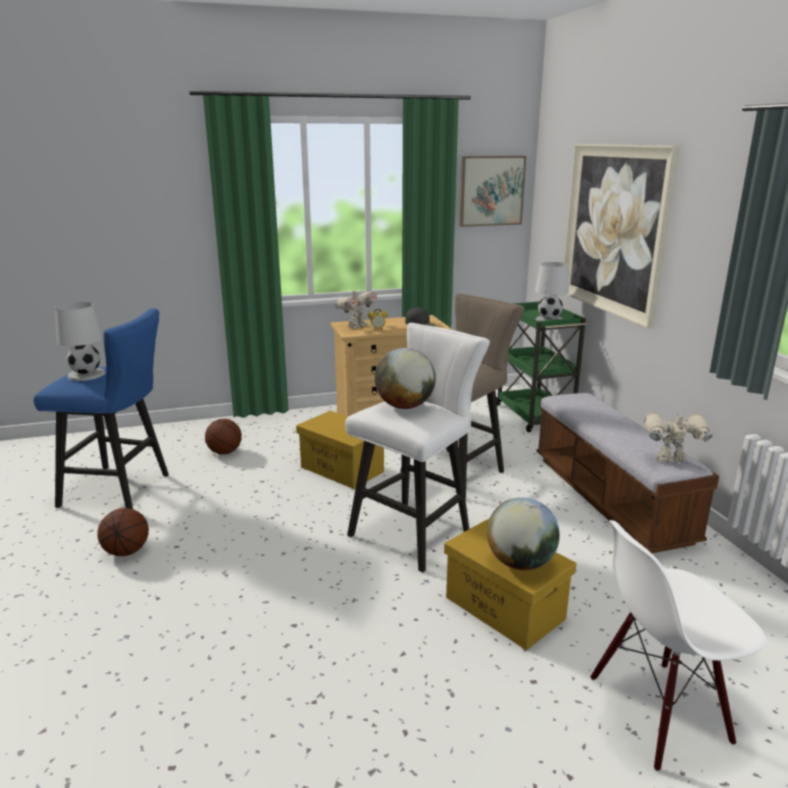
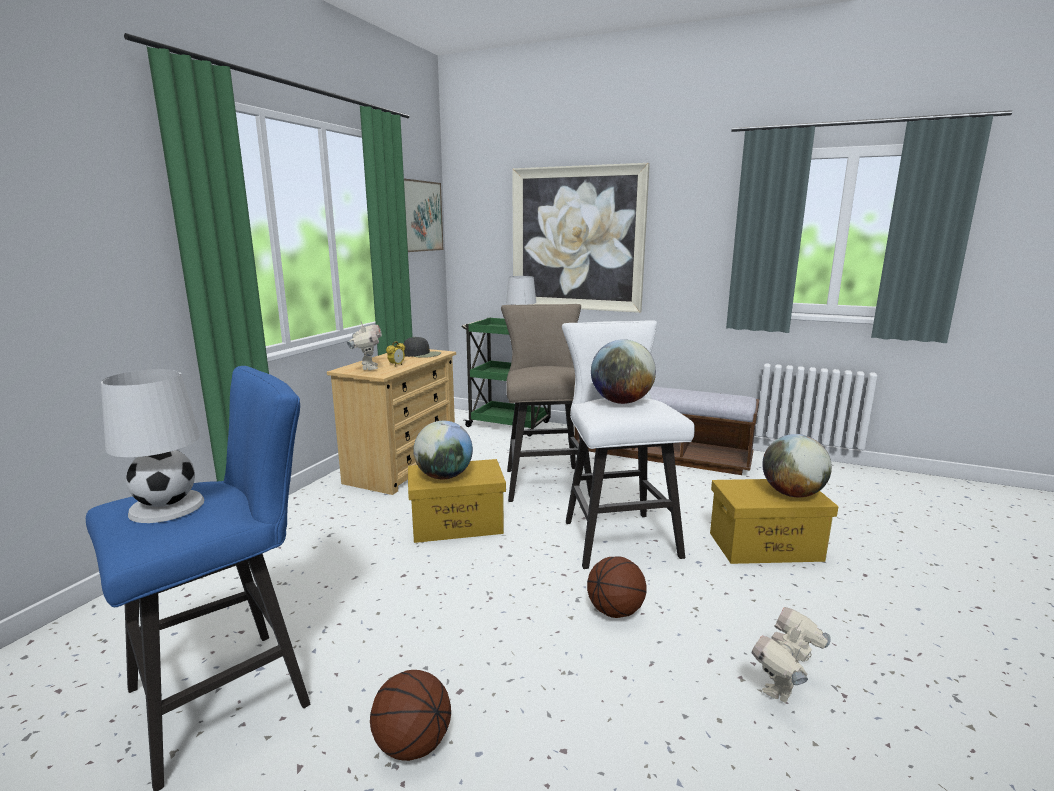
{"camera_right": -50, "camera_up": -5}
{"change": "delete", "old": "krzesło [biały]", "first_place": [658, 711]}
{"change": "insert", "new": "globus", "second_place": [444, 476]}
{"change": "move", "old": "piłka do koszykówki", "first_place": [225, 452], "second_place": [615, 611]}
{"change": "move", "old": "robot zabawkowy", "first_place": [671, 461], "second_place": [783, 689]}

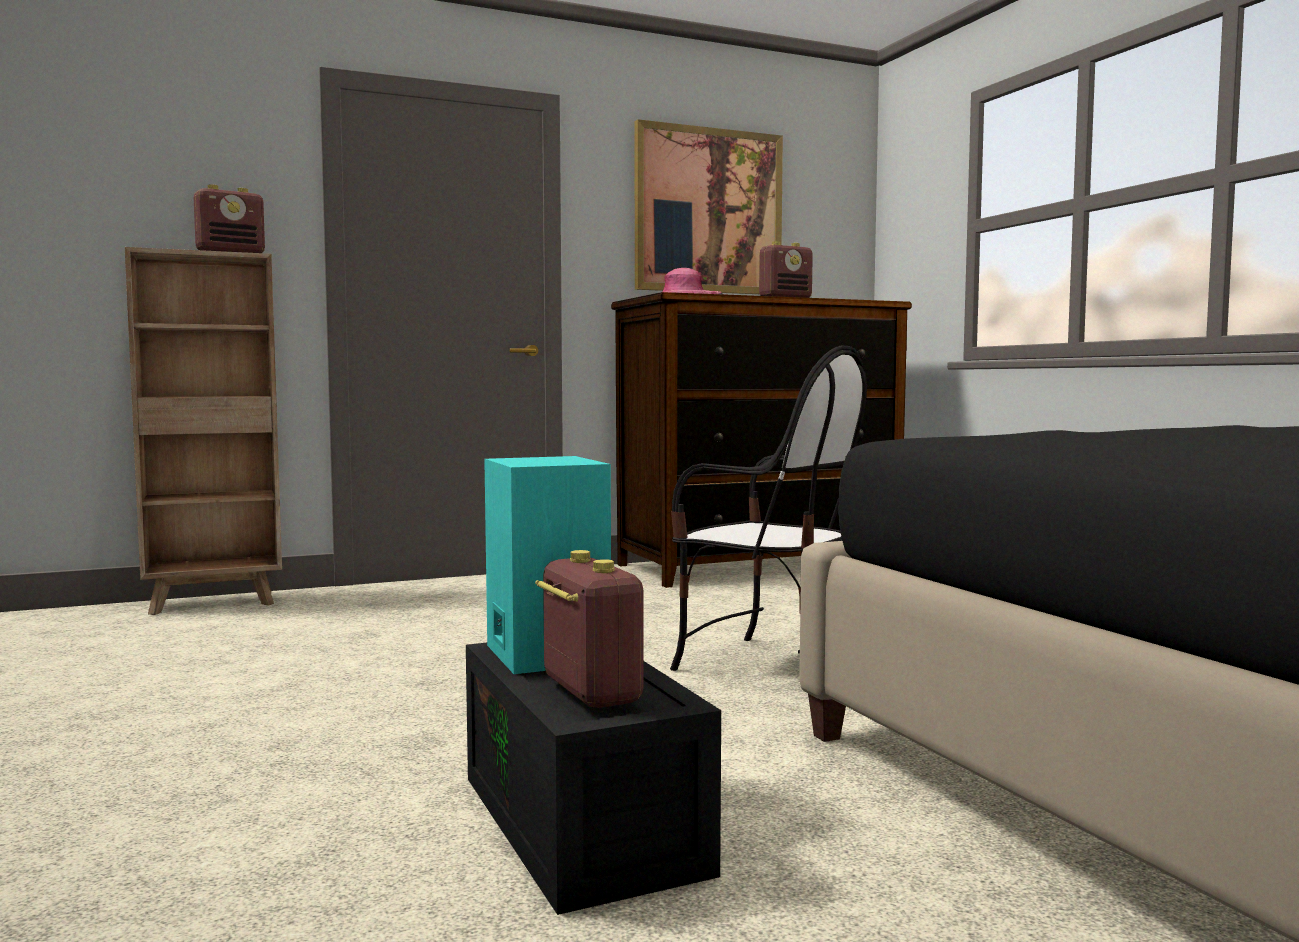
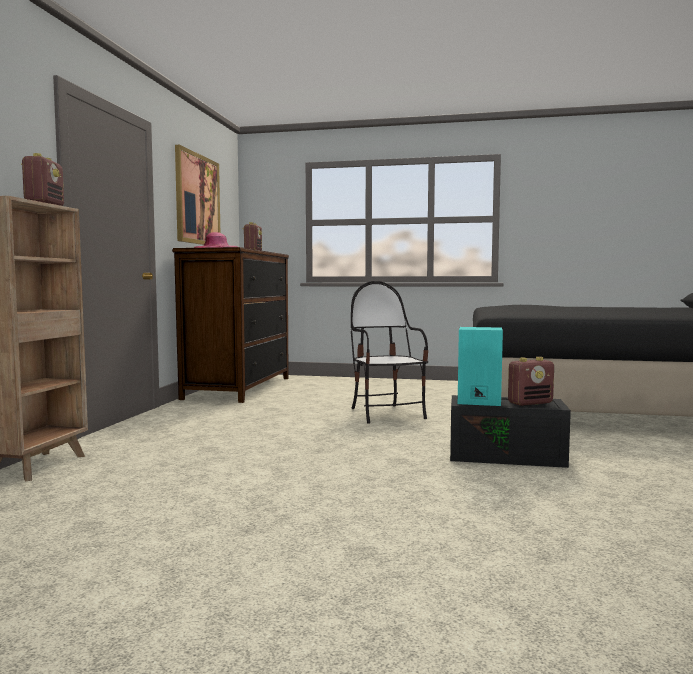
{"camera_right": -55, "camera_up": 0}
{"change": "rotate", "old": "radio", "first_place": [590, 691], "second_place": [530, 403], "degrees": 150}
{"change": "rotate", "old": "krzesło", "first_place": [770, 666], "second_place": [386, 414], "degrees": -90}

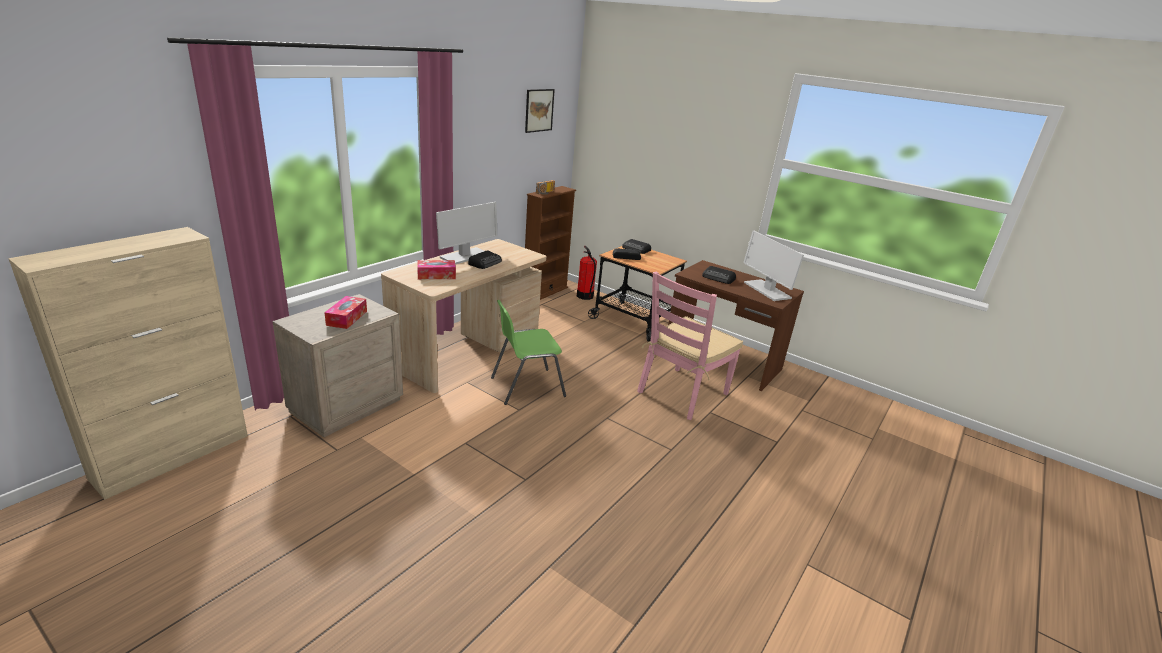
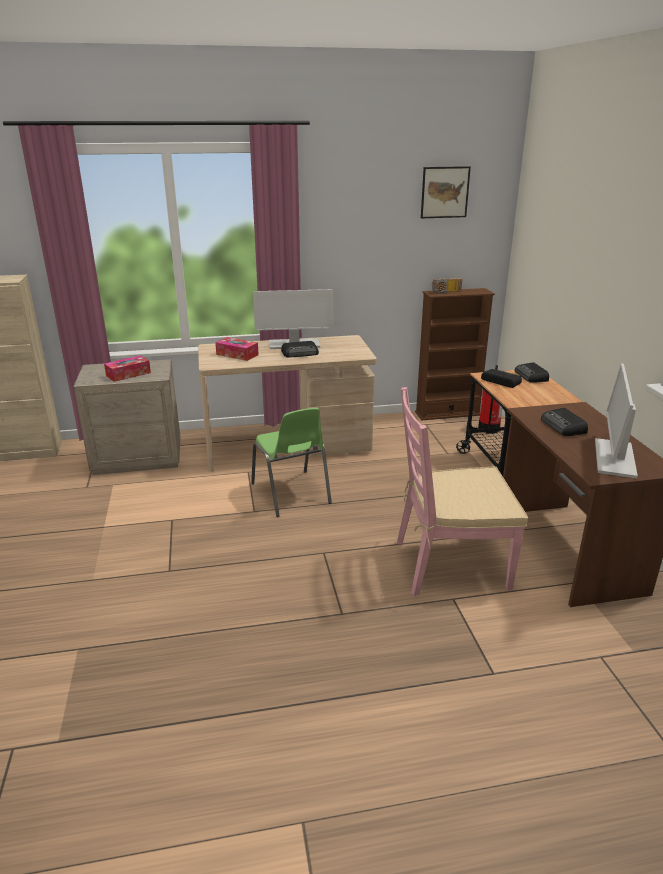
{"camera_right": 45, "camera_up": 0}
{"change": "rotate", "old": "krzesło [zielony]", "first_place": [526, 386], "second_place": [291, 494], "degrees": -135}

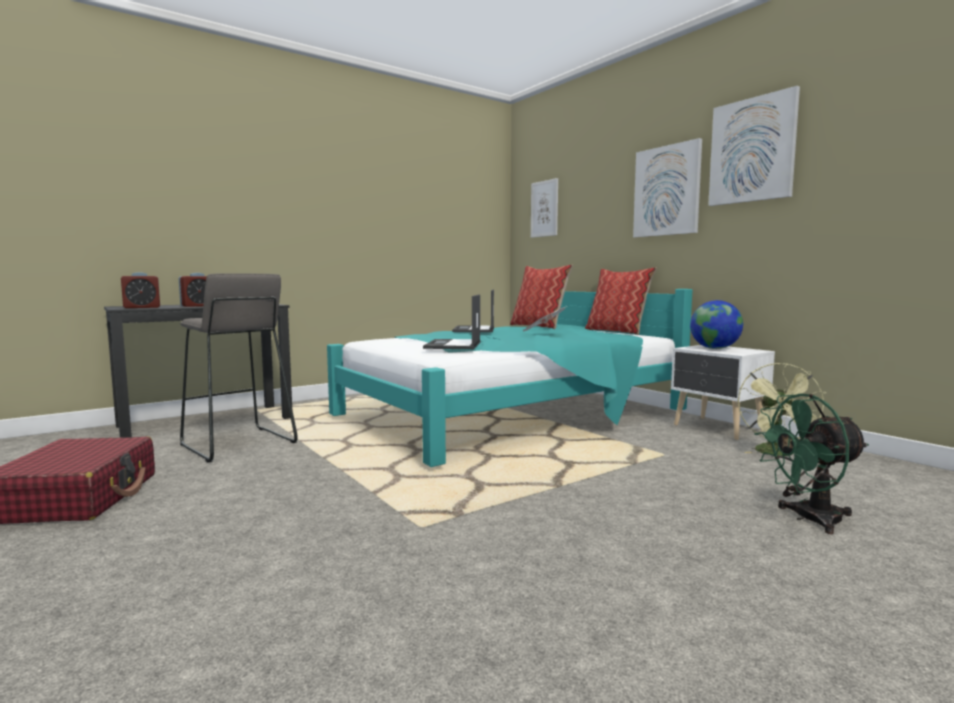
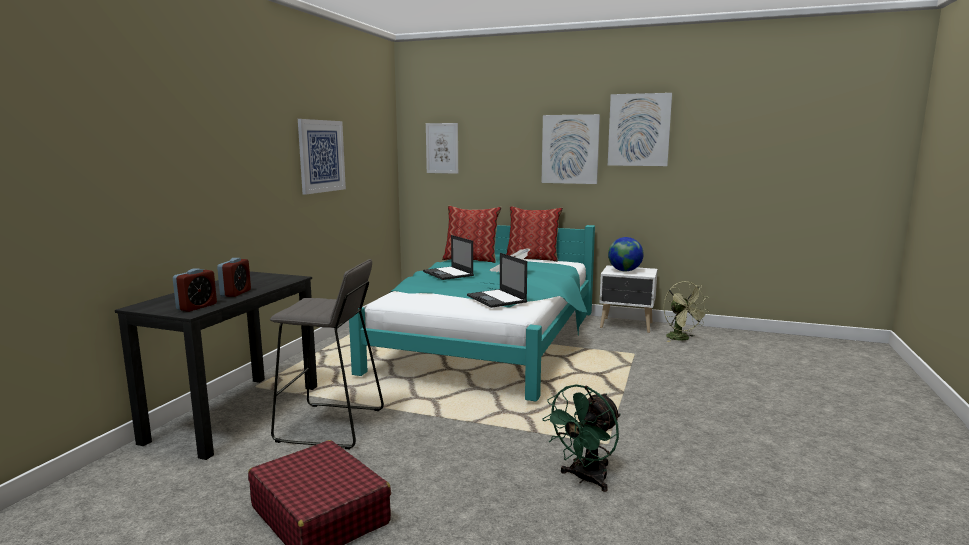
{"camera_right": -35, "camera_up": 5}
{"change": "insert", "new": "obraz", "second_place": [321, 156]}
{"change": "move", "old": "wentylator [zielony]", "first_place": [808, 519], "second_place": [585, 479]}

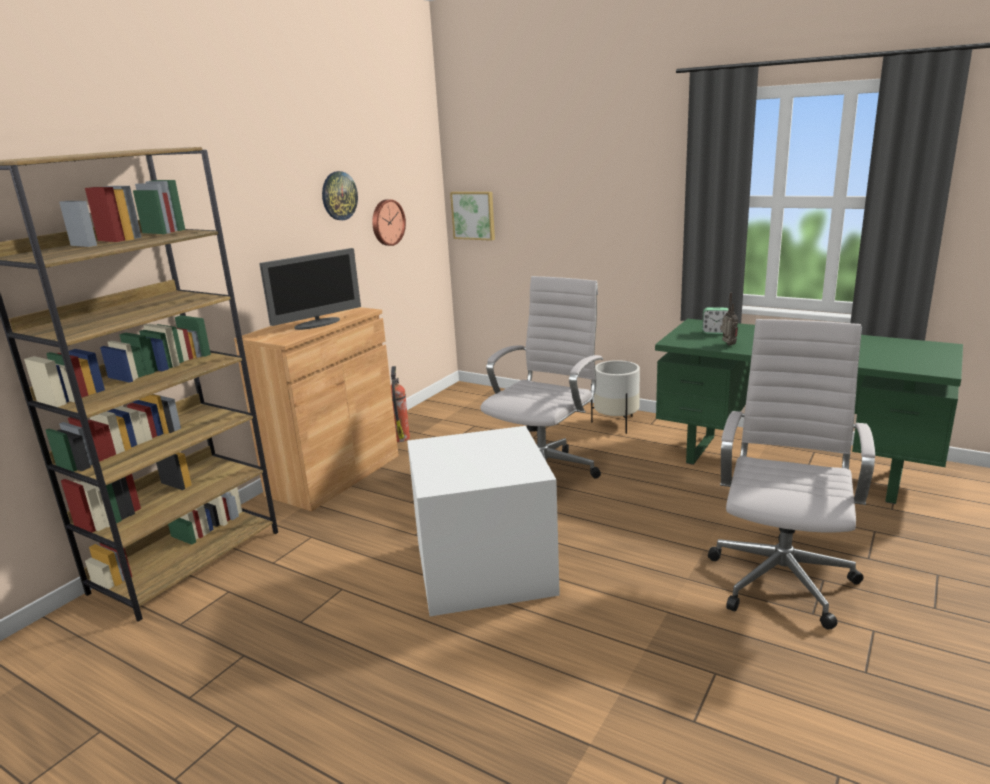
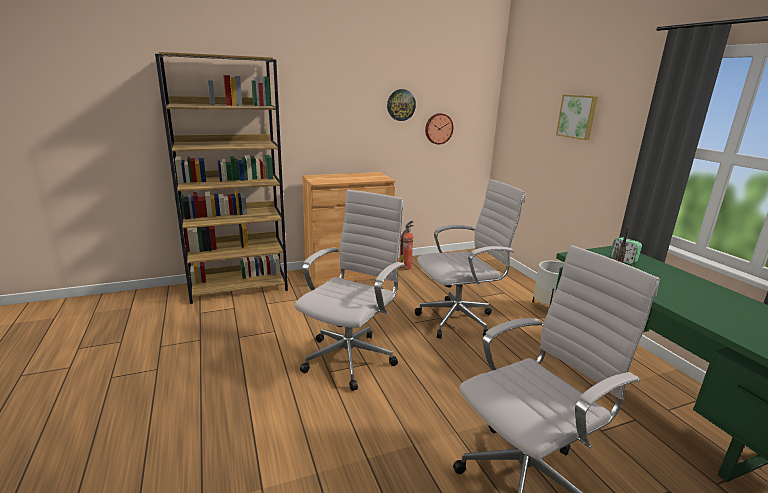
{"camera_right": 35, "camera_up": 0}
{"change": "delete", "old": "monitor", "first_place": [318, 324]}
{"change": "move", "old": "obraz", "first_place": [474, 215], "second_place": [577, 116]}
{"change": "replace", "old": "pojemnik do przechowywania [biały]", "new": "krzesło biurowe [biały]", "first_place": [486, 567], "second_place": [351, 356]}

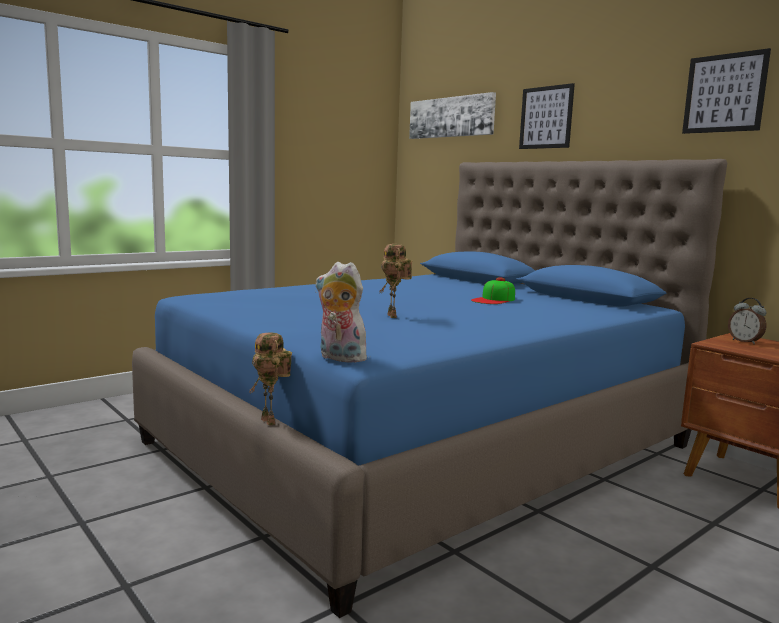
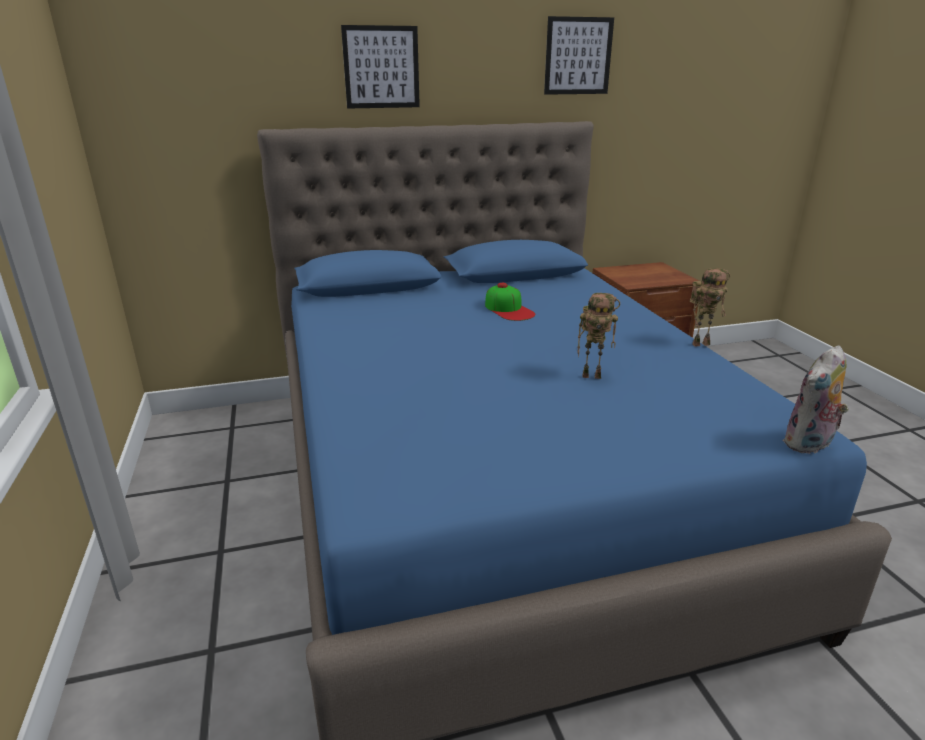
{"camera_right": -65, "camera_up": 15}
{"change": "delete", "old": "obraz", "first_place": [451, 117]}
{"change": "delete", "old": "budzik", "first_place": [745, 341]}
{"change": "move", "old": "robot zabawkowy", "first_place": [271, 421], "second_place": [701, 343]}

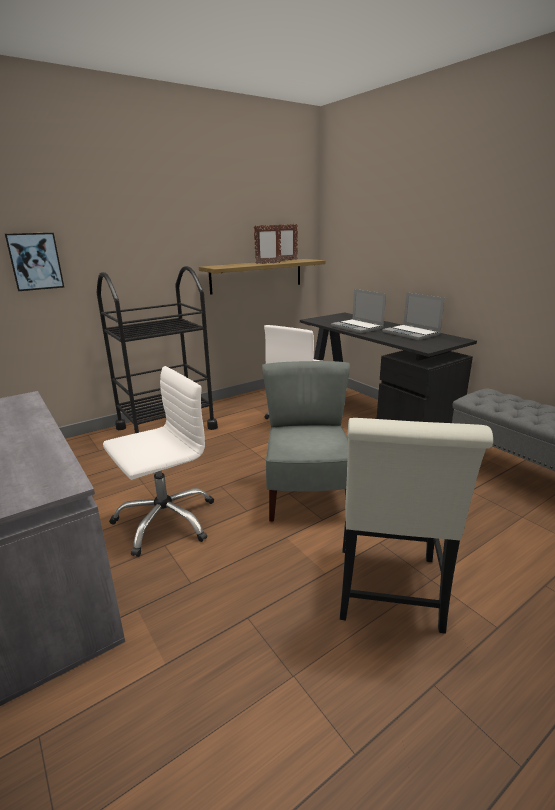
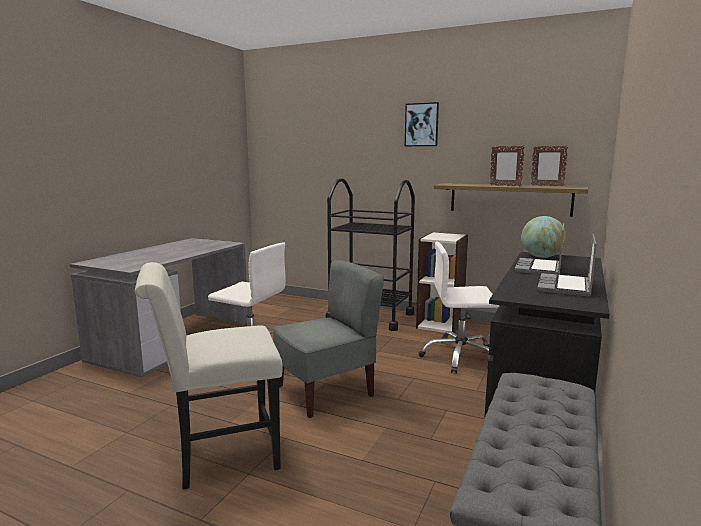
{"camera_right": 60, "camera_up": -10}
{"change": "insert", "new": "regał", "second_place": [440, 324]}
{"change": "insert", "new": "globus", "second_place": [541, 257]}
{"change": "move", "old": "obraz", "first_place": [35, 261], "second_place": [421, 125]}

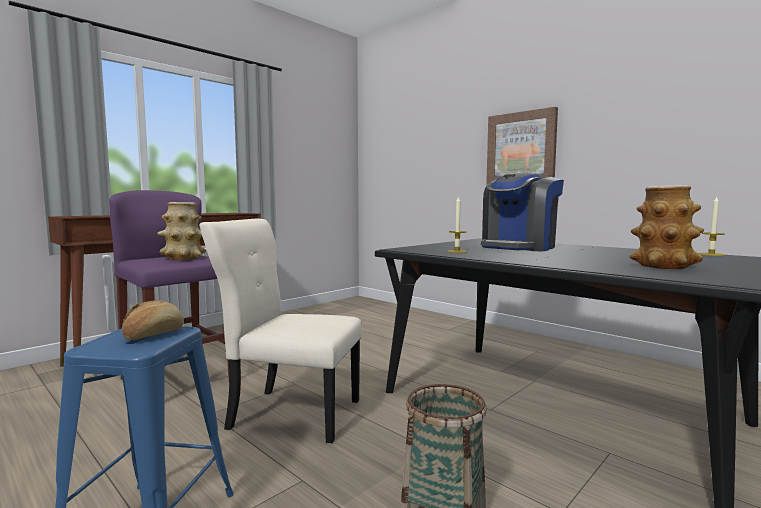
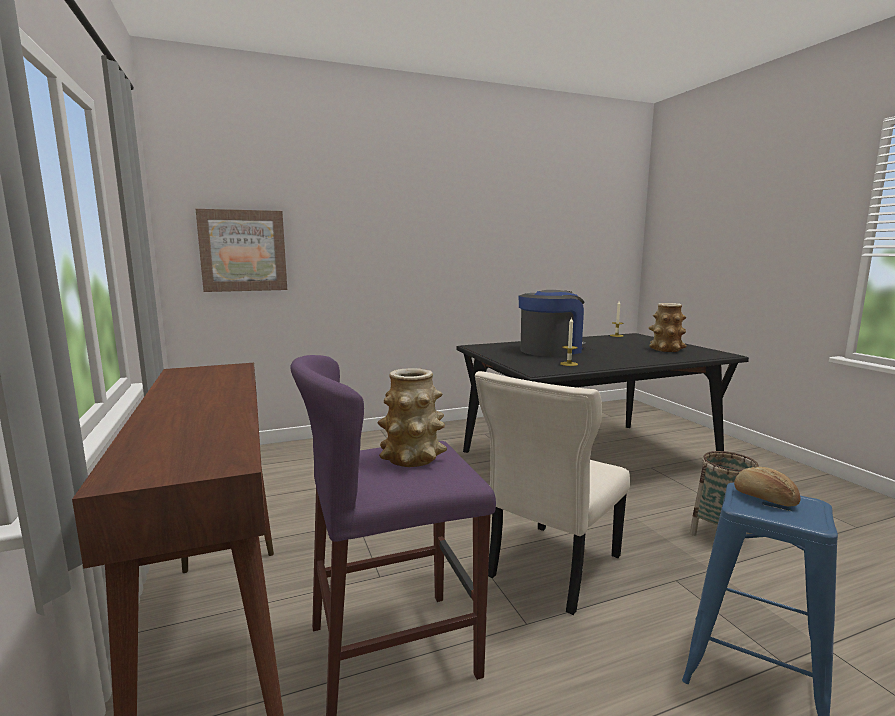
{"camera_right": -65, "camera_up": 5}
{"change": "move", "old": "obraz", "first_place": [521, 148], "second_place": [243, 251]}
{"change": "rotate", "old": "ekspres do kawy", "first_place": [519, 247], "second_place": [551, 350], "degrees": -105}

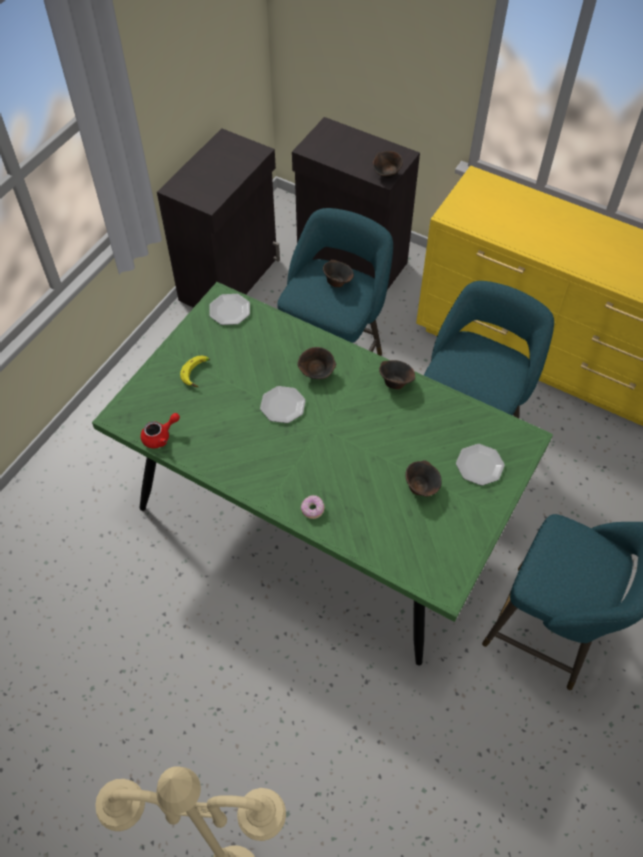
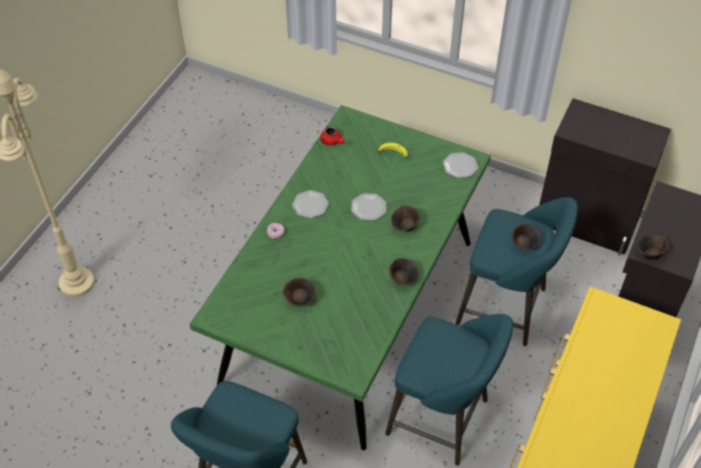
{"camera_right": 85, "camera_up": -5}
{"change": "move", "old": "talerz", "first_place": [479, 465], "second_place": [310, 205]}

